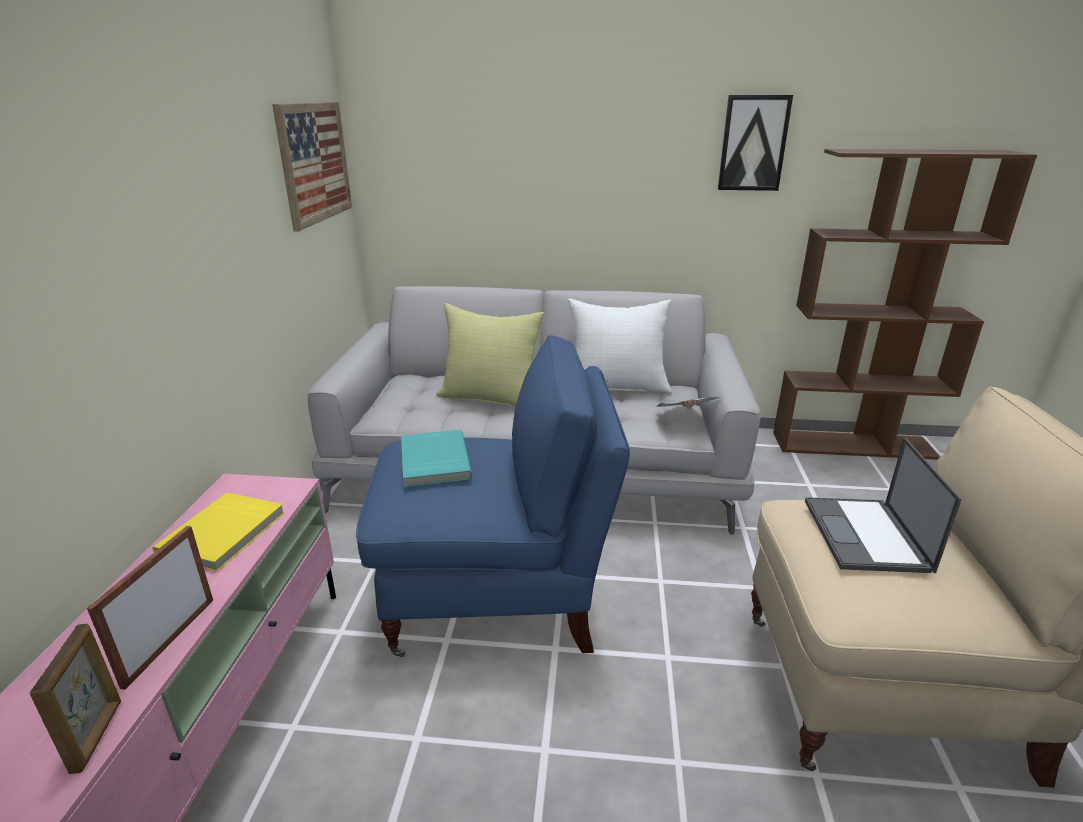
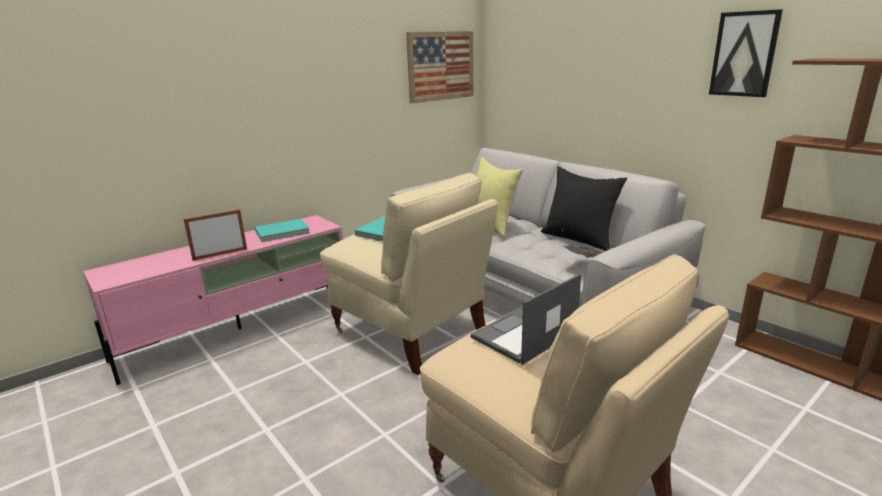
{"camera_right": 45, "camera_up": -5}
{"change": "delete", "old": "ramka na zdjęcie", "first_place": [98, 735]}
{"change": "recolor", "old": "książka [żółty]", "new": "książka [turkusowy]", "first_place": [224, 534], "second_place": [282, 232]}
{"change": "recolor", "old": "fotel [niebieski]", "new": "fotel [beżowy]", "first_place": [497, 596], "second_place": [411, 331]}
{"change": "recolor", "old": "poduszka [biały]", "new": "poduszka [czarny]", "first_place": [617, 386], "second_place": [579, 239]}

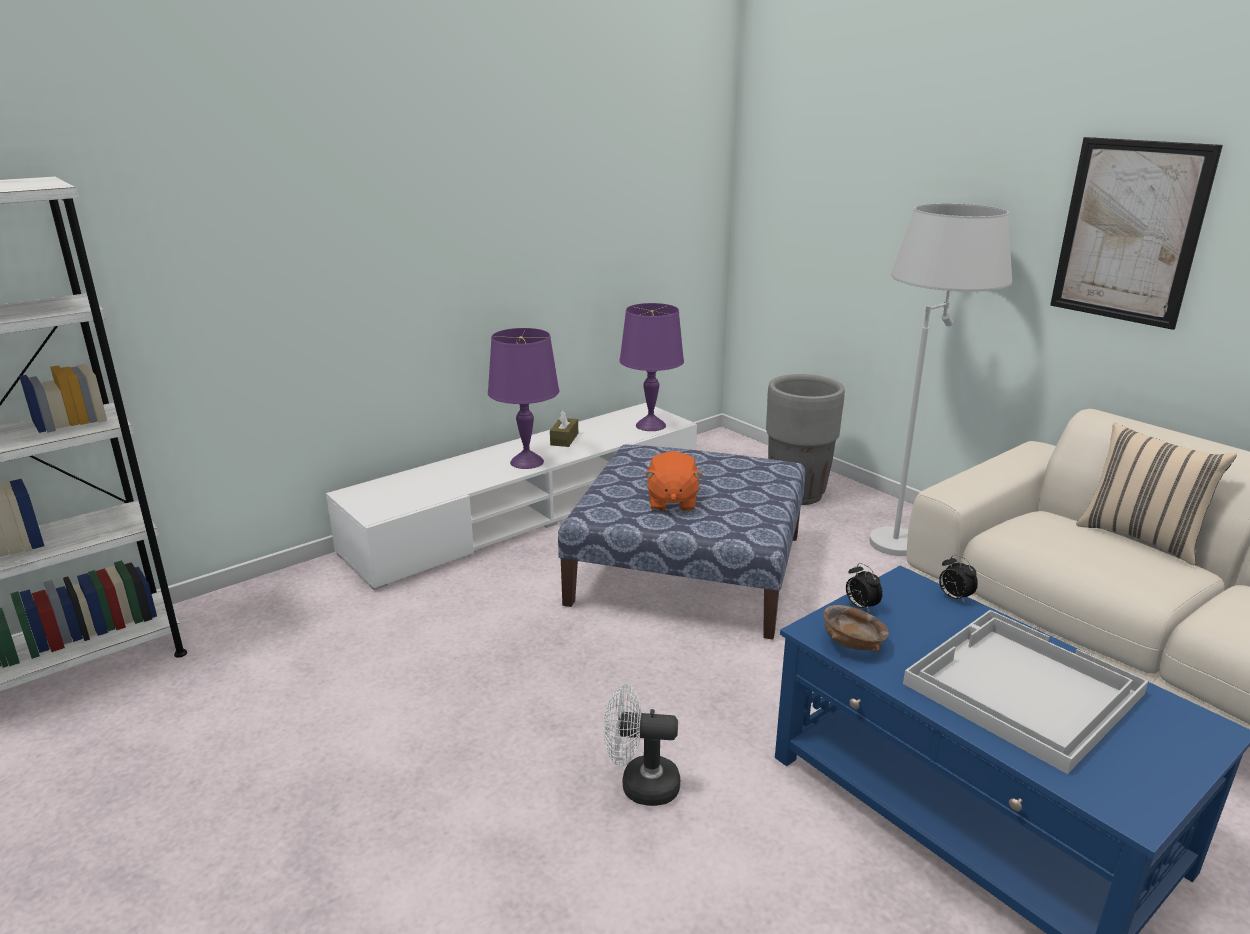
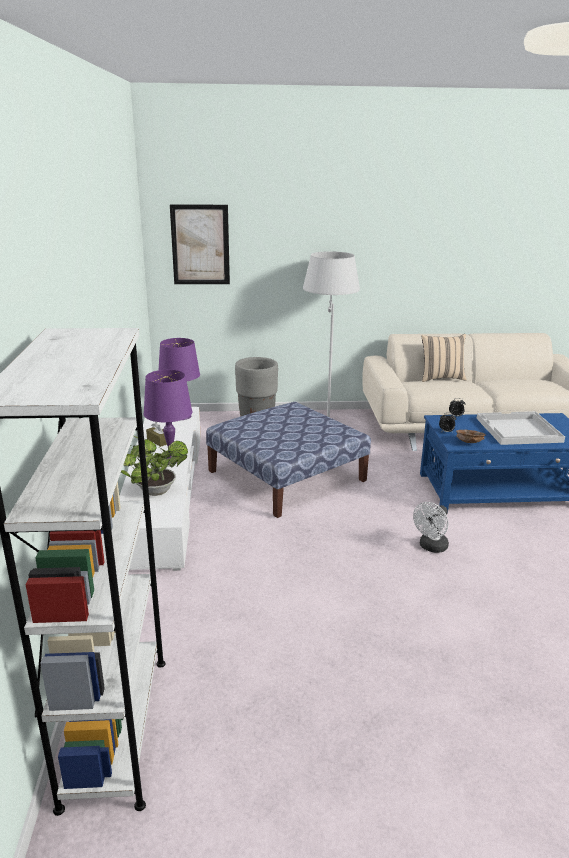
{"camera_right": -55, "camera_up": 0}
{"change": "delete", "old": "pluszak [pomarańczowy]", "first_place": [671, 502]}
{"change": "insert", "new": "roślina doniczkowa", "second_place": [153, 491]}
{"change": "move", "old": "obraz", "first_place": [1129, 232], "second_place": [200, 245]}

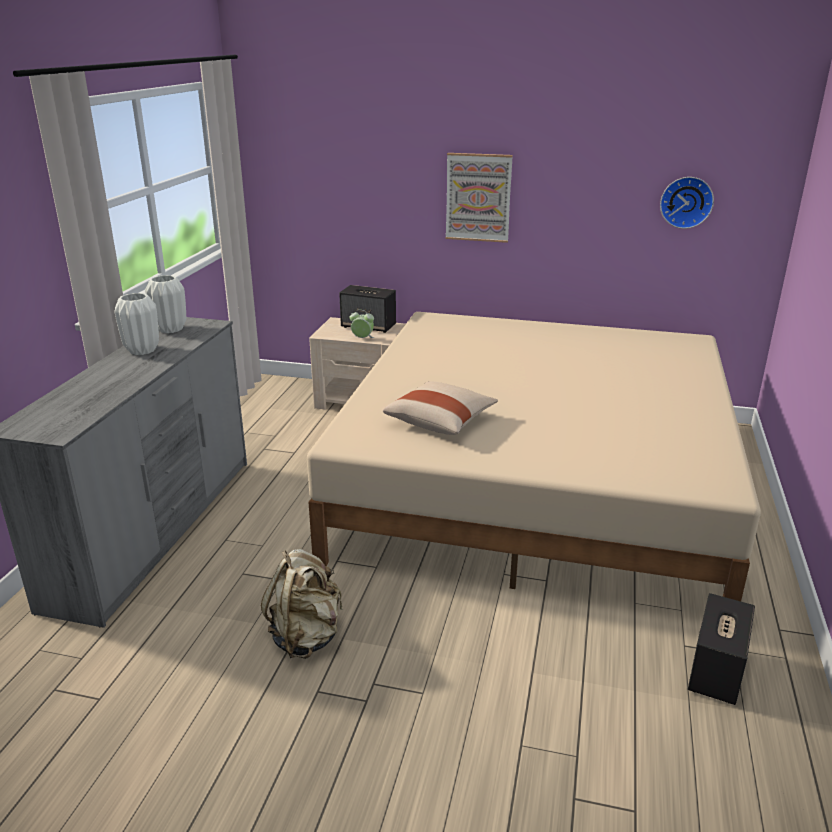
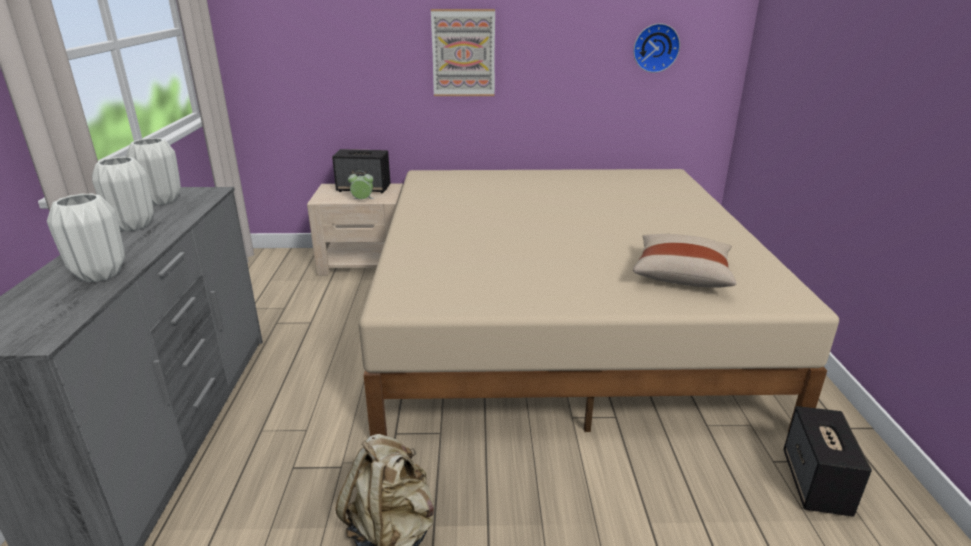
{"camera_right": -15, "camera_up": 0}
{"change": "insert", "new": "wazon [biały]", "second_place": [101, 274]}
{"change": "move", "old": "poduszka [beżowy]", "first_place": [441, 421], "second_place": [682, 275]}

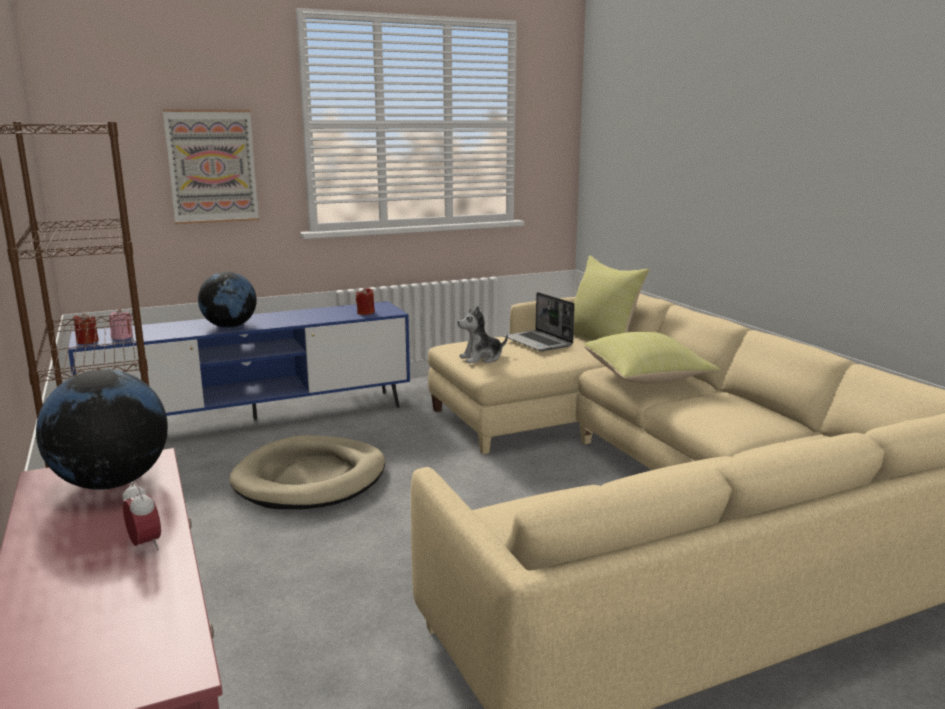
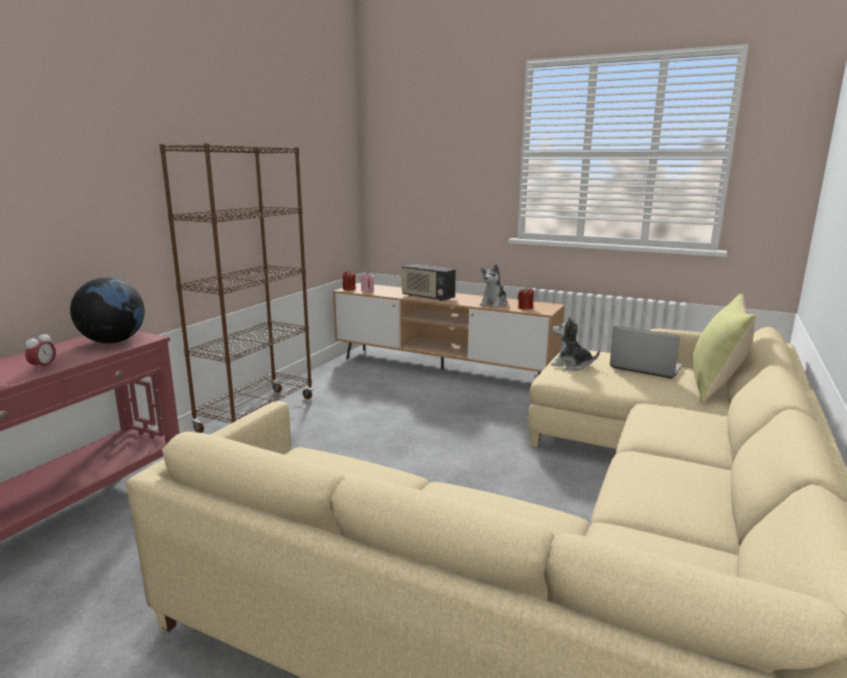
{"camera_right": 50, "camera_up": 0}
{"change": "delete", "old": "obraz", "first_place": [212, 166]}
{"change": "delete", "old": "legowisko [beżowy]", "first_place": [311, 479]}
{"change": "delete", "old": "poduszka [żółty]", "first_place": [647, 379]}
{"change": "insert", "new": "pluszak", "second_place": [494, 304]}
{"change": "replace", "old": "globus", "new": "radio", "first_place": [229, 326], "second_place": [427, 297]}
{"change": "recolor", "old": "szafka pod telewizor [niebieski]", "new": "szafka pod telewizor [brązowy]", "first_place": [255, 420], "second_place": [442, 369]}
{"change": "rotate", "old": "laptop", "first_place": [539, 342], "second_place": [644, 367], "degrees": 105}

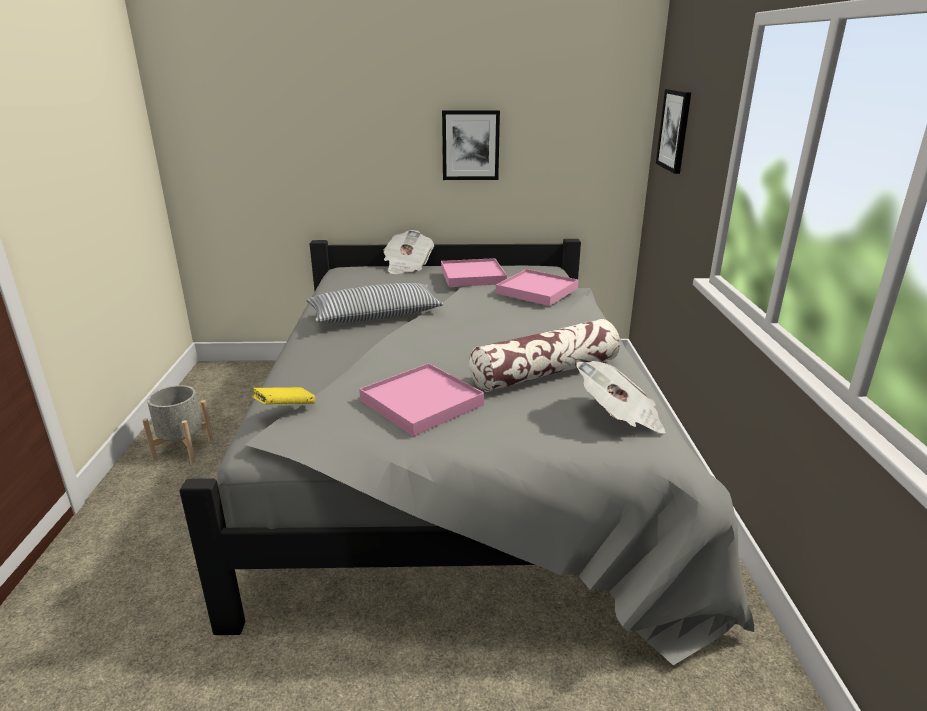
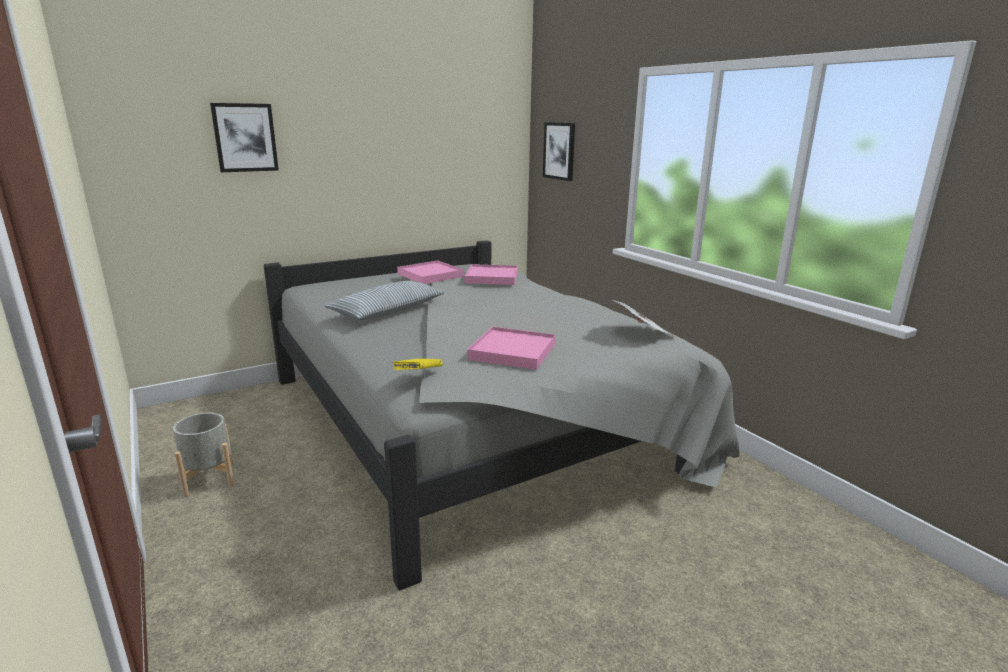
{"camera_right": -30, "camera_up": -5}
{"change": "delete", "old": "gazeta", "first_place": [407, 266]}
{"change": "delete", "old": "poduszka", "first_place": [545, 373]}
{"change": "move", "old": "obraz", "first_place": [470, 145], "second_place": [245, 137]}

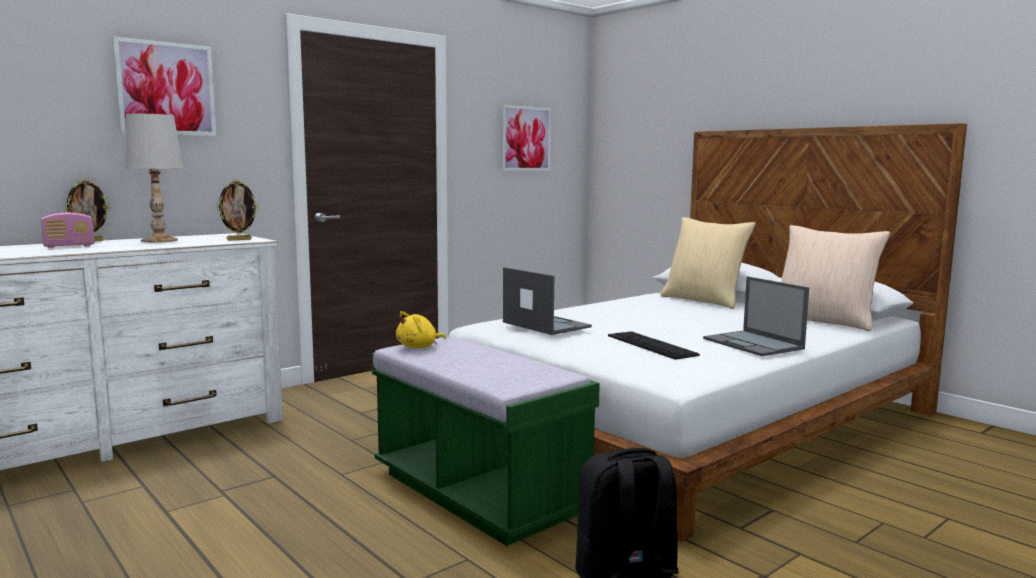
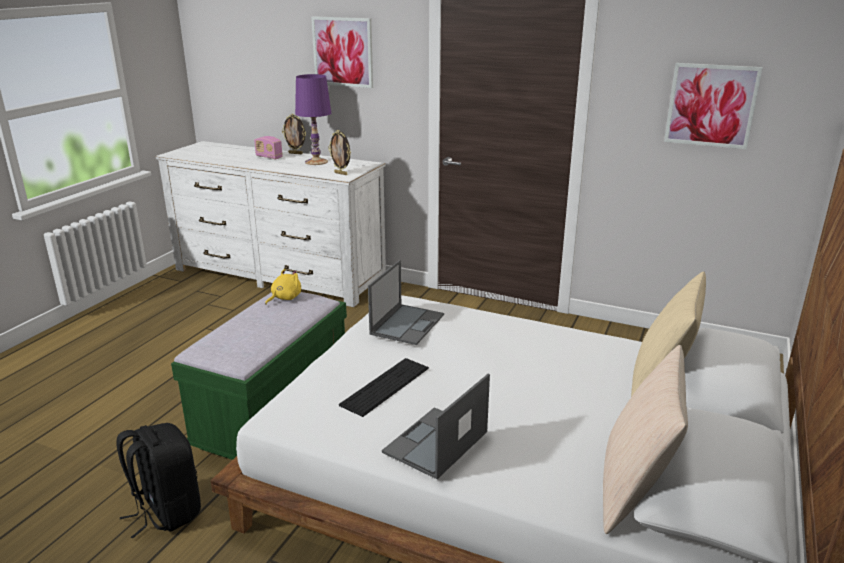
{"camera_right": 65, "camera_up": 15}
{"change": "recolor", "old": "lampa stołowa [biały]", "new": "lampa stołowa [fioletowy]", "first_place": [159, 240], "second_place": [316, 162]}
{"change": "rotate", "old": "pluszak [żółty]", "first_place": [419, 347], "second_place": [284, 298], "degrees": 105}

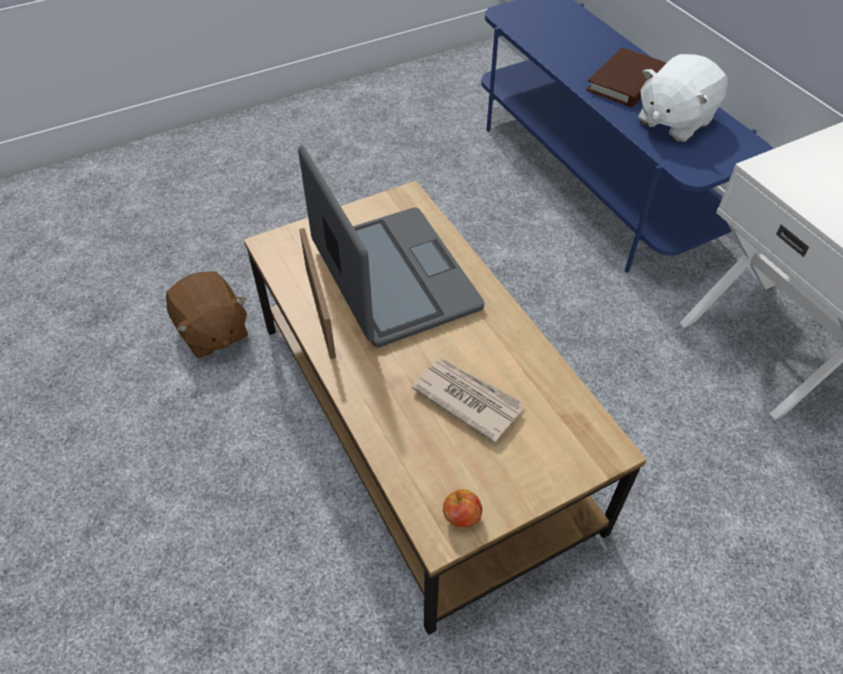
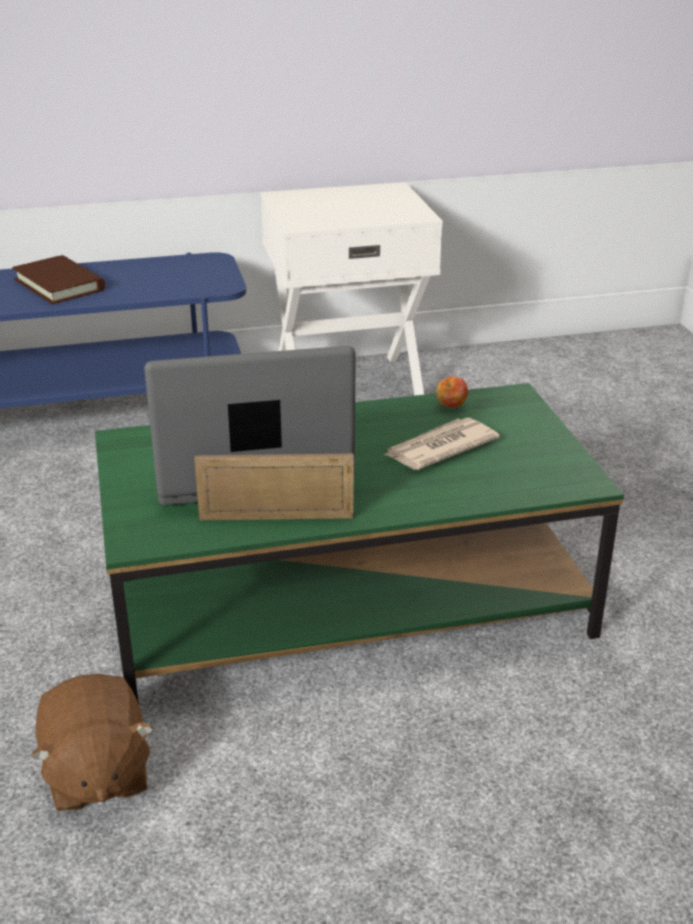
{"camera_right": -75, "camera_up": -20}
{"change": "delete", "old": "pluszak [biały]", "first_place": [673, 121]}
{"change": "move", "old": "jabłko", "first_place": [461, 517], "second_place": [451, 407]}
{"change": "recolor", "old": "ława [brązowy]", "new": "ława [zielony]", "first_place": [419, 422], "second_place": [346, 602]}
{"change": "rotate", "old": "pluszak [brązowy]", "first_place": [212, 332], "second_place": [96, 774], "degrees": 90}

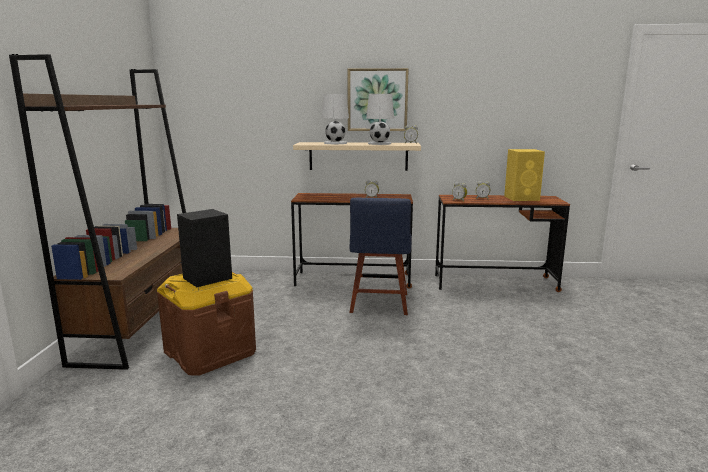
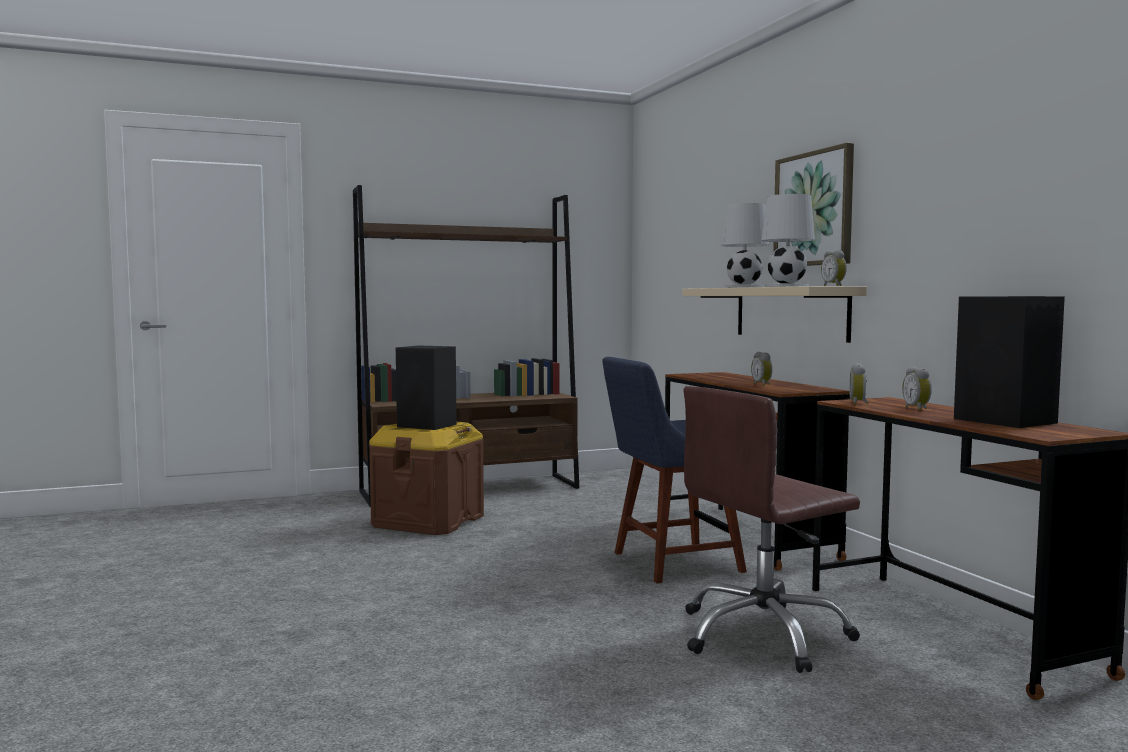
{"camera_right": 65, "camera_up": -10}
{"change": "insert", "new": "krzesło biurowe [brązowy]", "second_place": [764, 635]}
{"change": "recolor", "old": "głośnik [żółty]", "new": "głośnik [czarny]", "first_place": [522, 198], "second_place": [1007, 421]}

